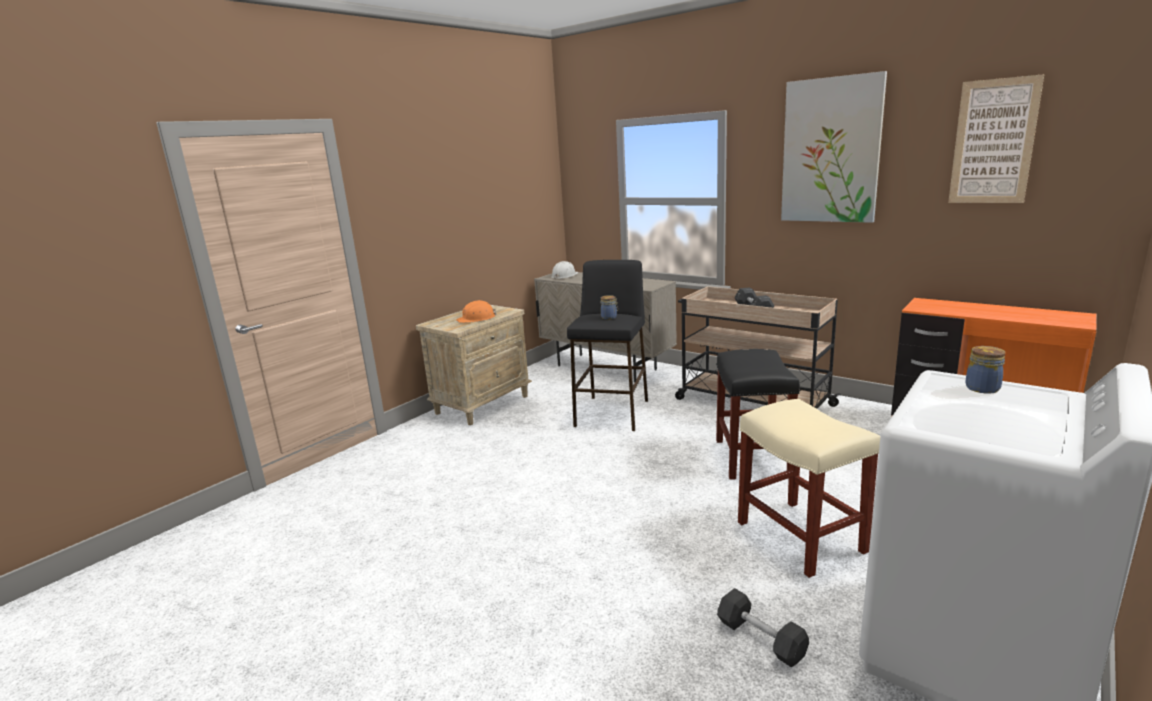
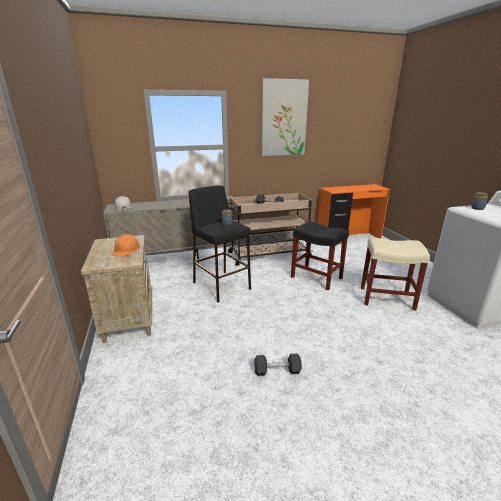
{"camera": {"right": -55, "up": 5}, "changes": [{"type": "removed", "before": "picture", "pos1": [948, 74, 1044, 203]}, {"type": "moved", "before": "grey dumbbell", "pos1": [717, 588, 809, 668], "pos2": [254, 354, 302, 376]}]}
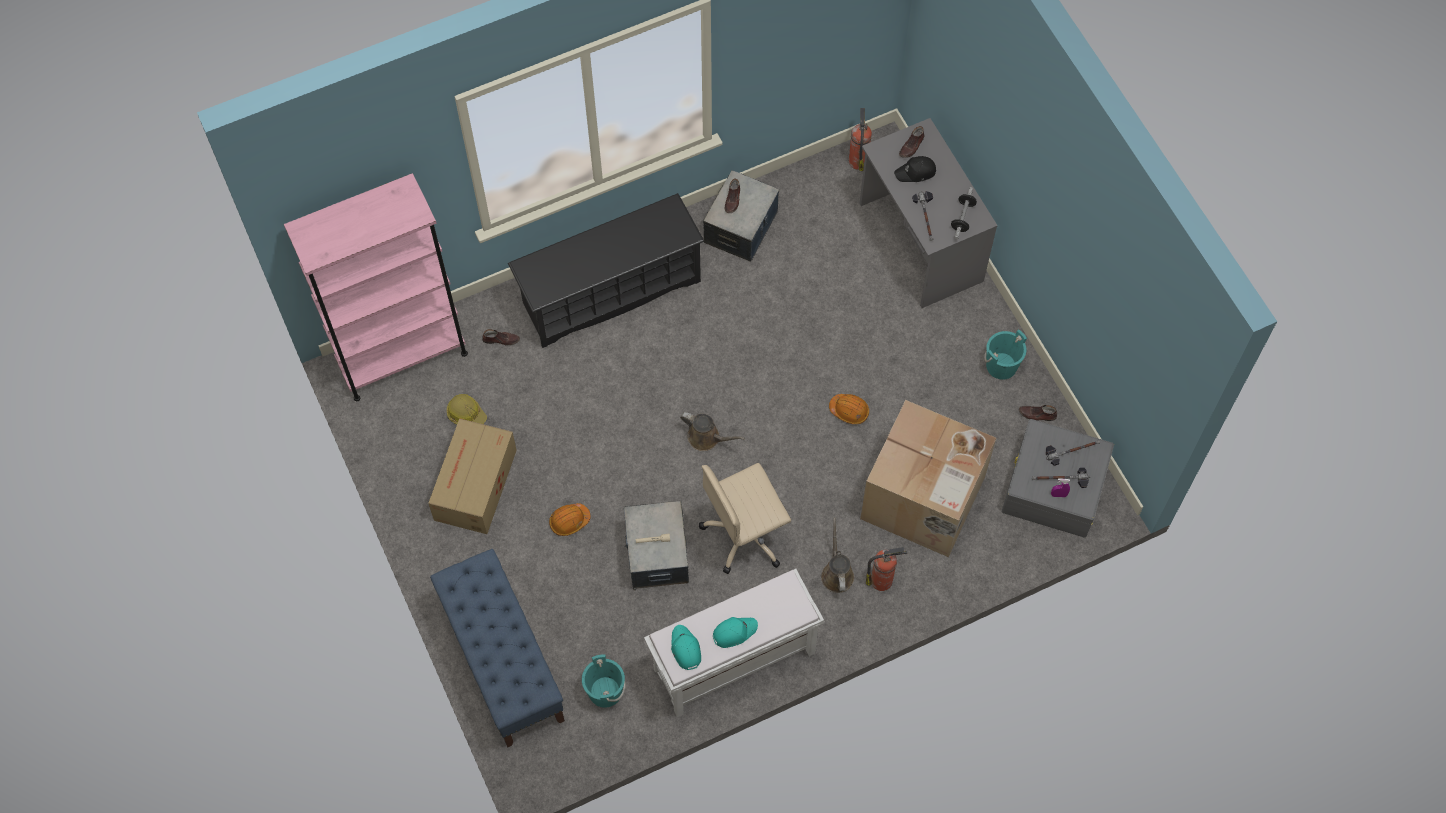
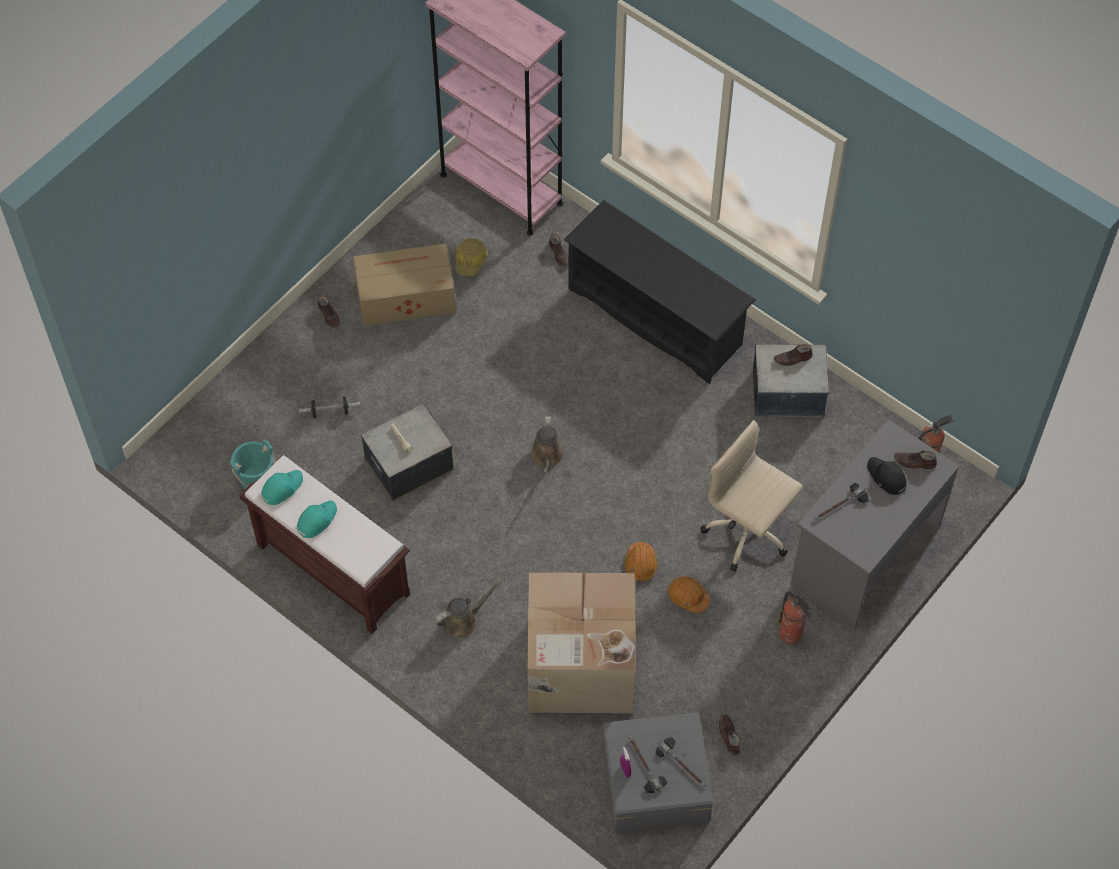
{"camera": {"right": 65, "up": -5}, "changes": [{"type": "removed", "before": "blue bench", "pos1": [430, 549, 565, 748]}, {"type": "removed", "before": "turquoise bucket", "pos1": [984, 329, 1027, 380]}, {"type": "added", "after": "brown shoe", "pos2": [318, 295, 340, 328]}, {"type": "moved", "before": "orange hard hat", "pos1": [549, 503, 591, 536], "pos2": [668, 576, 710, 613]}, {"type": "moved", "before": "beige office chair", "pos1": [699, 463, 791, 574], "pos2": [701, 420, 803, 571]}, {"type": "moved", "before": "fire extinguisher", "pos1": [866, 547, 908, 591], "pos2": [777, 591, 811, 644]}, {"type": "moved", "before": "dumbbell", "pos1": [951, 187, 977, 239], "pos2": [299, 396, 360, 419]}, {"type": "recoloured", "before": "white bench", "after": "brown bench", "pos1": [644, 569, 824, 717], "pos2": [239, 455, 410, 634]}, {"type": "turned", "before": "turquoise cap", "pos1": [713, 617, 758, 648], "pos2": [297, 501, 337, 538], "turn": -90}]}
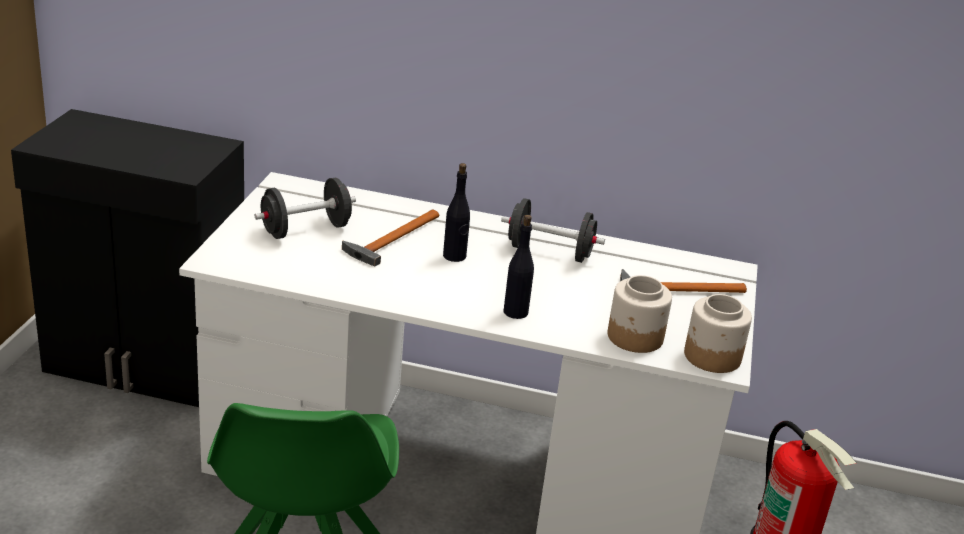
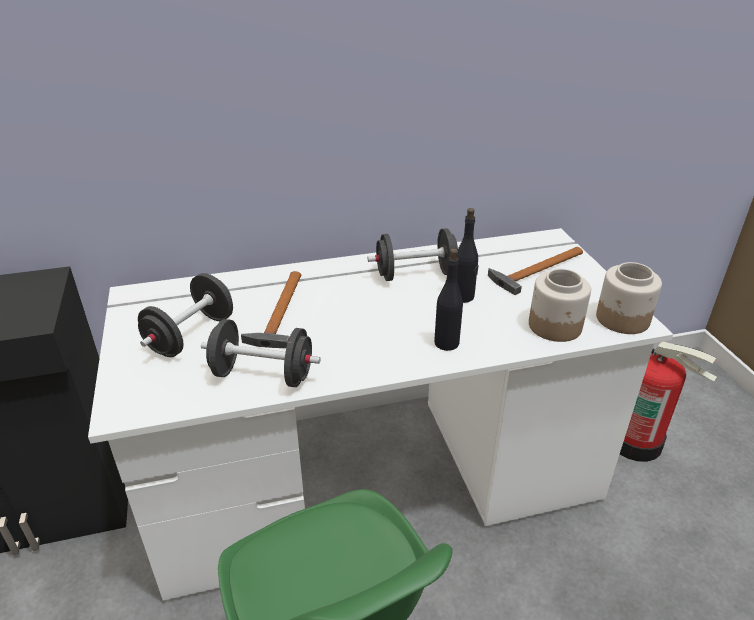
{"camera": {"right": -25, "up": 5}, "changes": [{"type": "added", "after": "black dumbbell", "pos2": [201, 319, 321, 387]}, {"type": "moved", "before": "black bottle", "pos1": [443, 163, 470, 262], "pos2": [457, 208, 478, 303]}]}
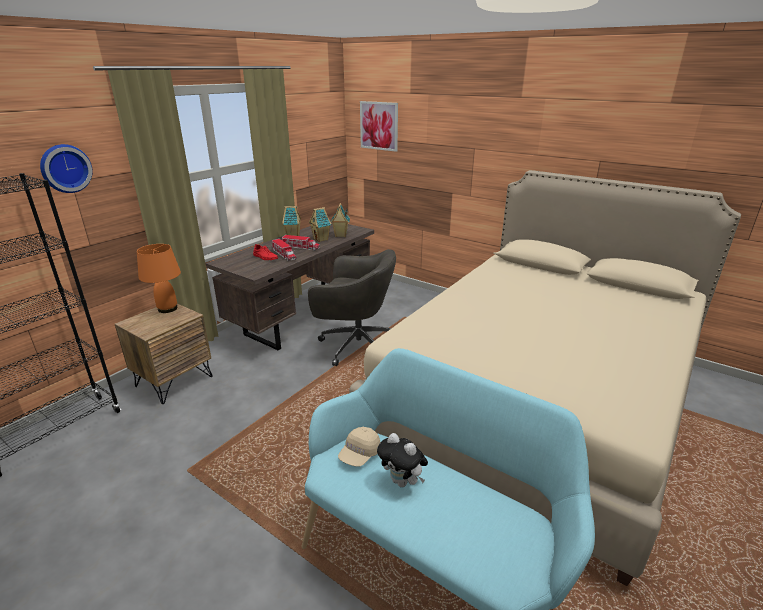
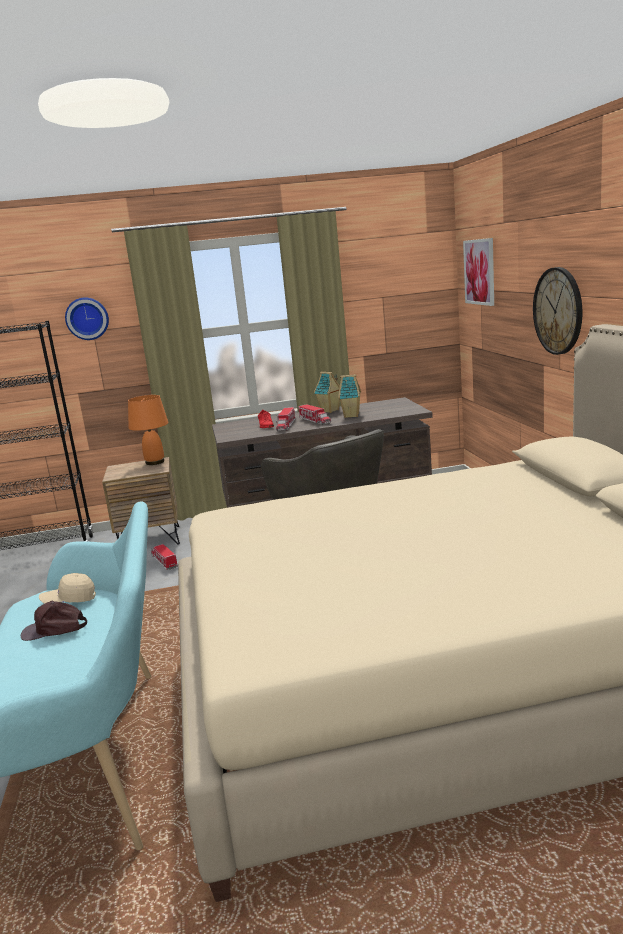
{"camera": {"right": 45, "up": -10}, "changes": [{"type": "removed", "before": "toy house", "pos1": [331, 203, 350, 237]}, {"type": "added", "after": "toy truck", "pos2": [151, 544, 178, 570]}, {"type": "added", "after": "wall clock", "pos2": [533, 267, 582, 355]}, {"type": "replaced", "before": "plush toy", "after": "brown cap", "pos1": [377, 433, 428, 487], "pos2": [21, 601, 87, 641]}]}
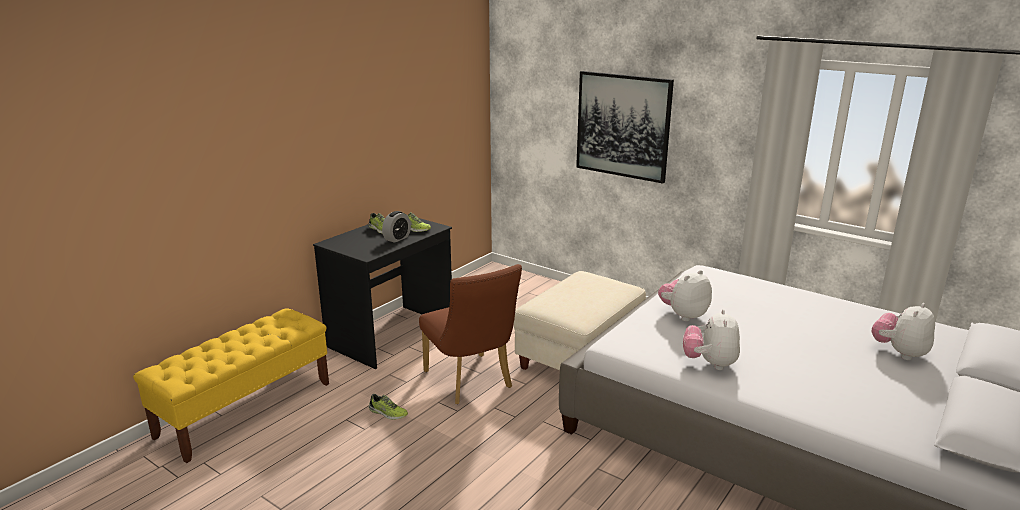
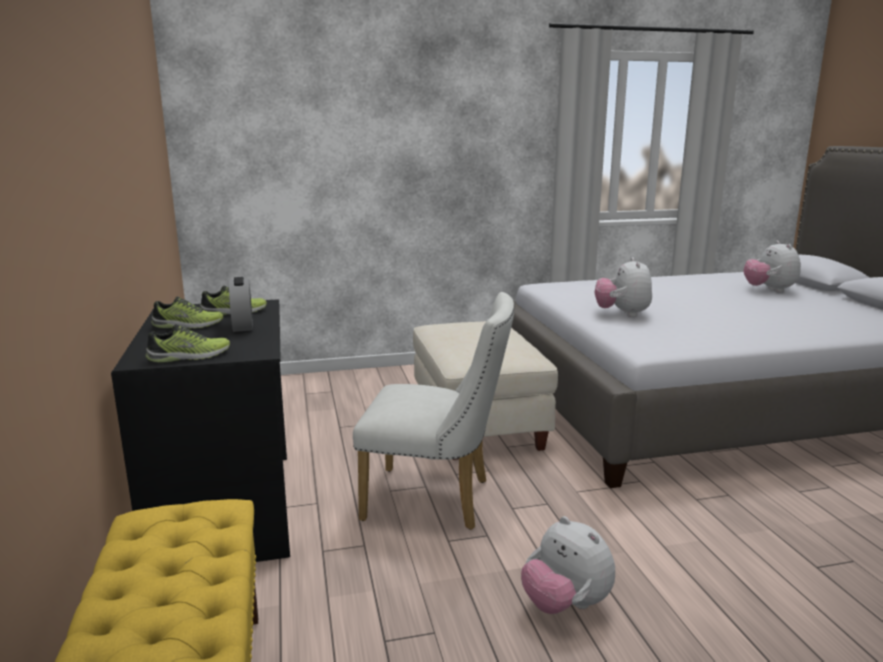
{"camera": {"right": -50, "up": -5}, "changes": [{"type": "removed", "before": "picture", "pos1": [576, 71, 674, 183]}, {"type": "moved", "before": "shoe", "pos1": [369, 394, 408, 420], "pos2": [146, 324, 230, 363]}, {"type": "moved", "before": "plush toy", "pos1": [683, 309, 740, 370], "pos2": [521, 516, 615, 614]}, {"type": "recoloured", "before": "brown chair", "after": "white chair", "pos1": [419, 264, 522, 404], "pos2": [353, 292, 514, 530]}]}
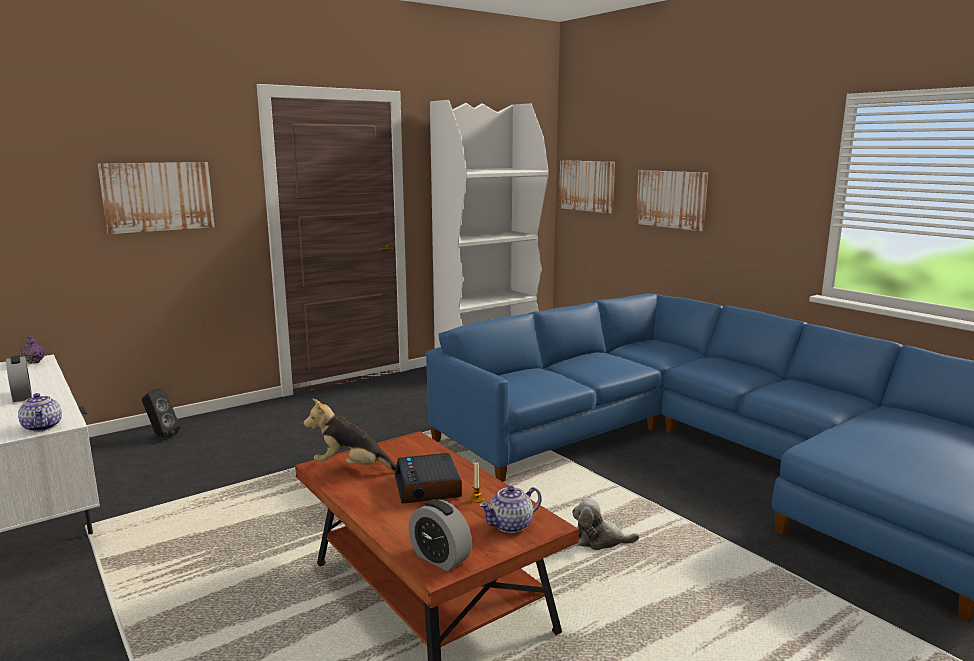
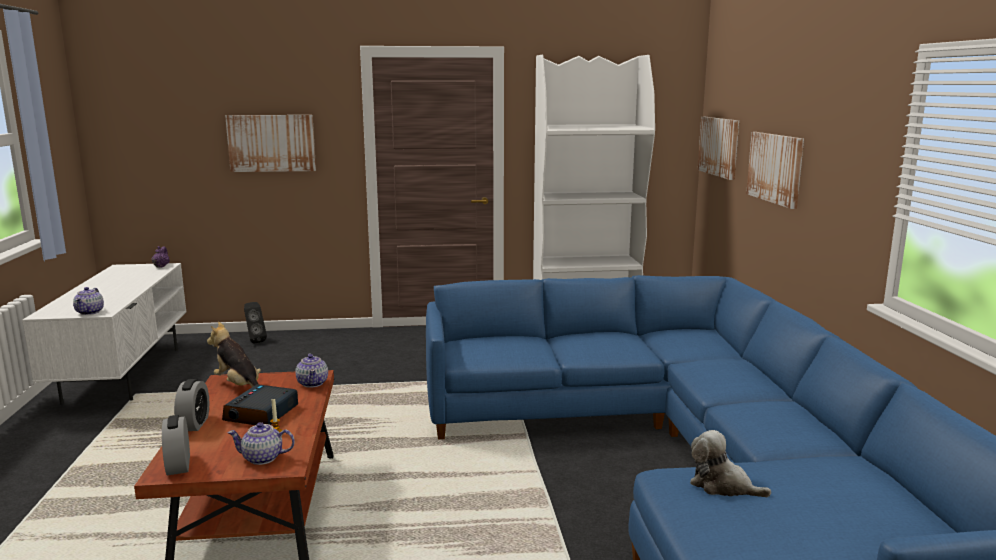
{"camera": {"right": 30, "up": 0}, "changes": [{"type": "added", "after": "teapot", "pos2": [295, 354, 328, 388]}, {"type": "moved", "before": "alarm clock", "pos1": [6, 355, 32, 402], "pos2": [174, 379, 209, 431]}, {"type": "moved", "before": "plush toy", "pos1": [572, 498, 639, 550], "pos2": [690, 430, 771, 497]}]}
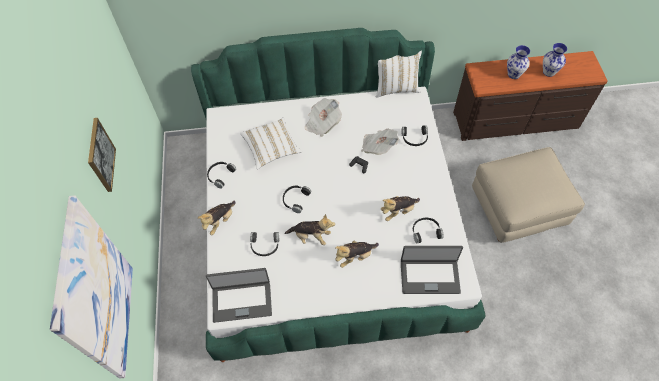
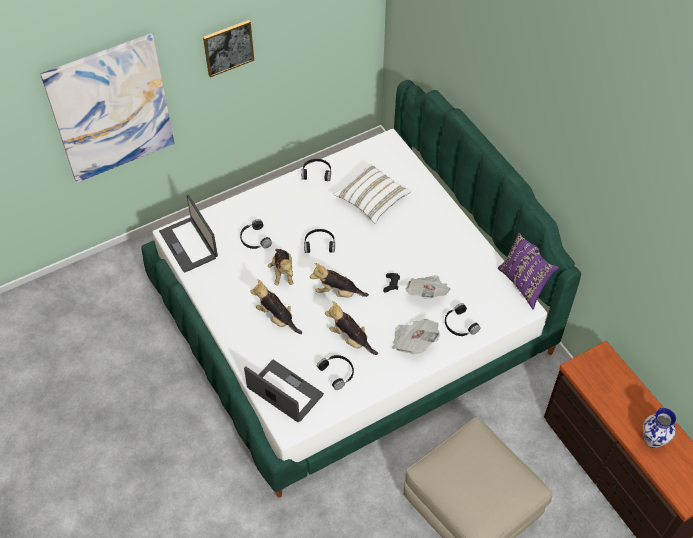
{"camera": {"right": 65, "up": -5}, "changes": [{"type": "removed", "before": "vase", "pos1": [507, 45, 530, 79]}, {"type": "moved", "before": "plush toy", "pos1": [198, 201, 236, 235], "pos2": [310, 263, 369, 298]}, {"type": "moved", "before": "newspaper", "pos1": [305, 98, 342, 137], "pos2": [392, 319, 440, 354]}, {"type": "recoloured", "before": "white pillow", "after": "purple pillow", "pos1": [376, 51, 422, 98], "pos2": [498, 233, 559, 309]}, {"type": "turned", "before": "laptop", "pos1": [401, 246, 463, 294], "pos2": [244, 360, 324, 422], "turn": 150}]}
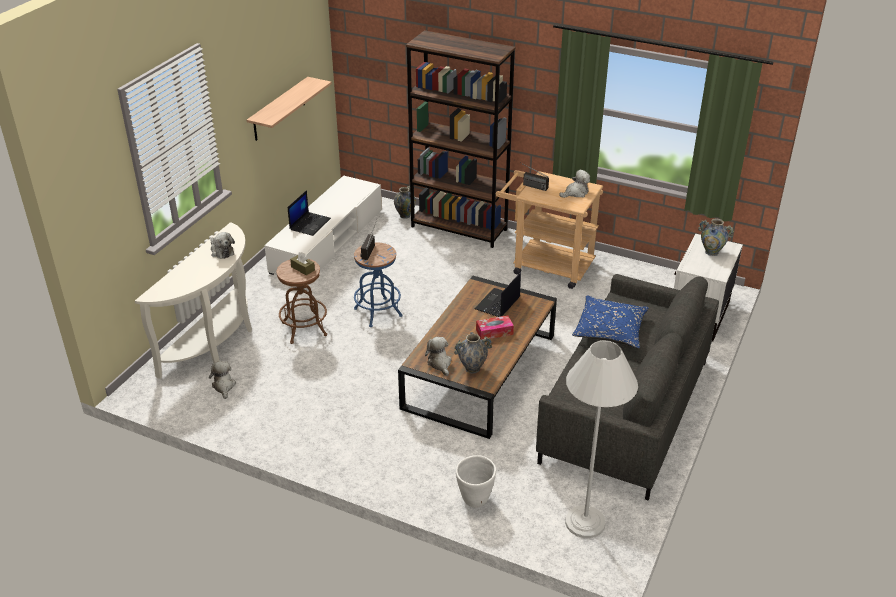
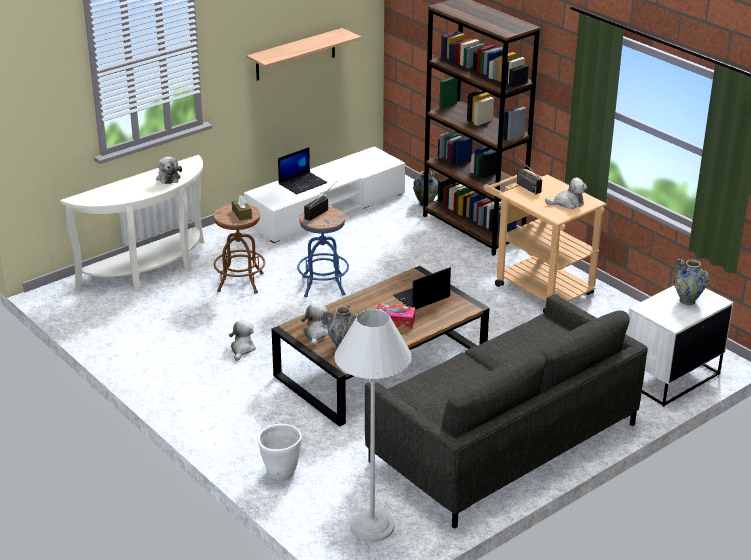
{"camera": {"right": 25, "up": -5}, "changes": [{"type": "removed", "before": "blue pillow", "pos1": [572, 295, 649, 349]}, {"type": "moved", "before": "plush toy", "pos1": [209, 361, 236, 399], "pos2": [229, 321, 256, 361]}]}
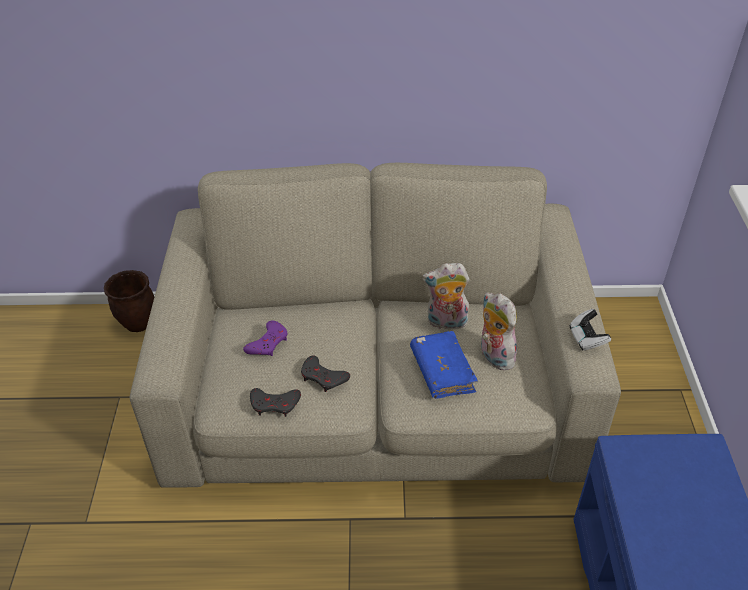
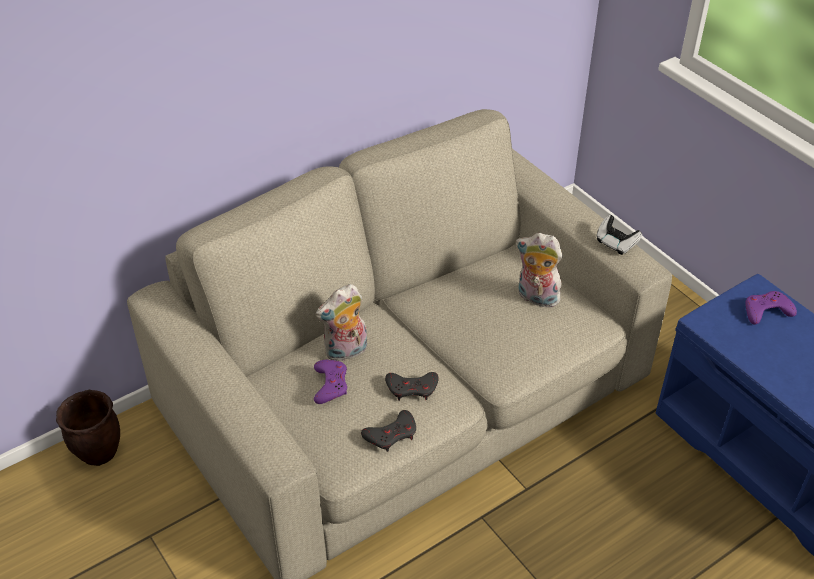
{"camera": {"right": -35, "up": 0}, "changes": [{"type": "removed", "before": "blue book", "pos1": [410, 331, 478, 399]}, {"type": "added", "after": "purple game controller", "pos2": [745, 291, 797, 324]}, {"type": "moved", "before": "plush toy", "pos1": [422, 263, 470, 329], "pos2": [316, 284, 367, 361]}]}
